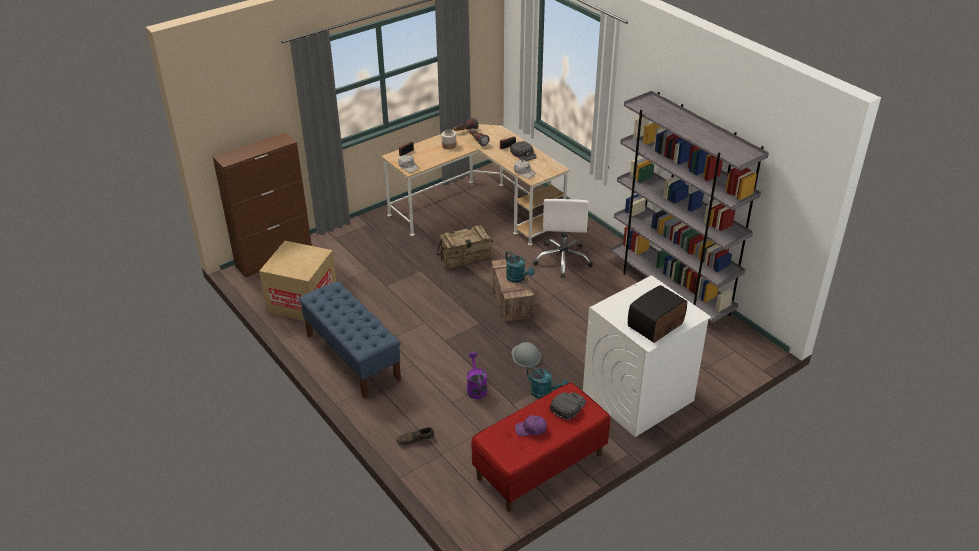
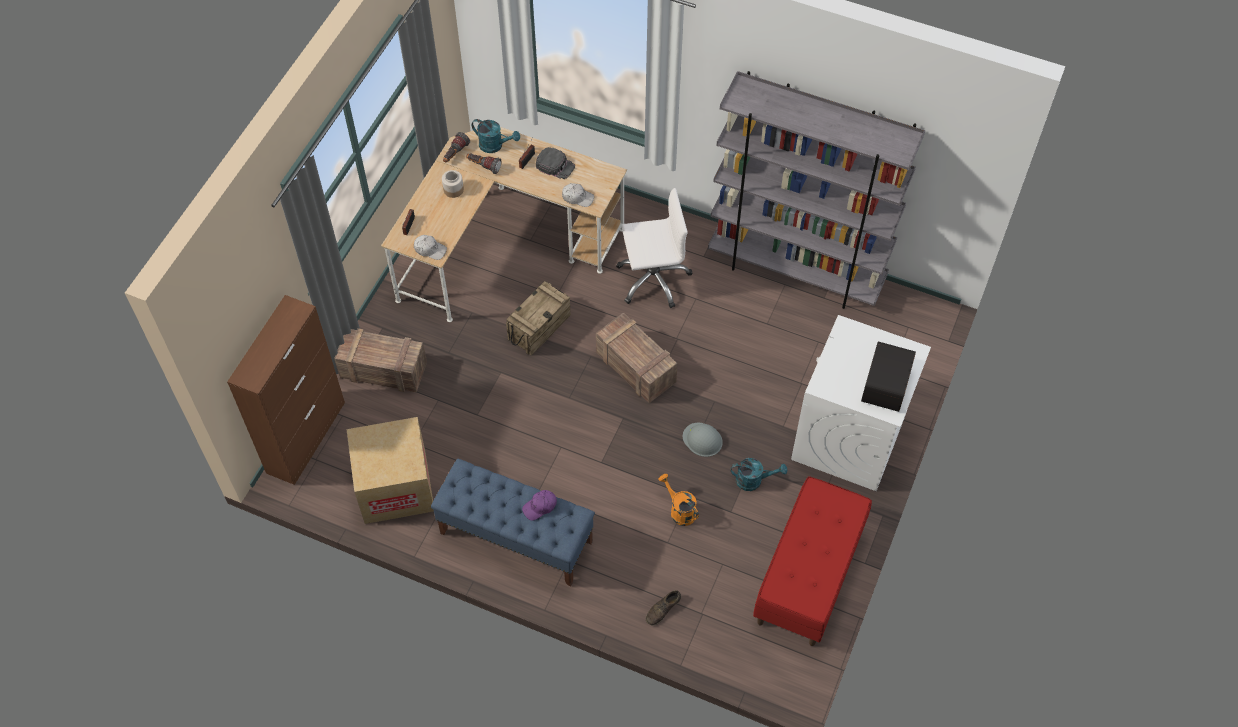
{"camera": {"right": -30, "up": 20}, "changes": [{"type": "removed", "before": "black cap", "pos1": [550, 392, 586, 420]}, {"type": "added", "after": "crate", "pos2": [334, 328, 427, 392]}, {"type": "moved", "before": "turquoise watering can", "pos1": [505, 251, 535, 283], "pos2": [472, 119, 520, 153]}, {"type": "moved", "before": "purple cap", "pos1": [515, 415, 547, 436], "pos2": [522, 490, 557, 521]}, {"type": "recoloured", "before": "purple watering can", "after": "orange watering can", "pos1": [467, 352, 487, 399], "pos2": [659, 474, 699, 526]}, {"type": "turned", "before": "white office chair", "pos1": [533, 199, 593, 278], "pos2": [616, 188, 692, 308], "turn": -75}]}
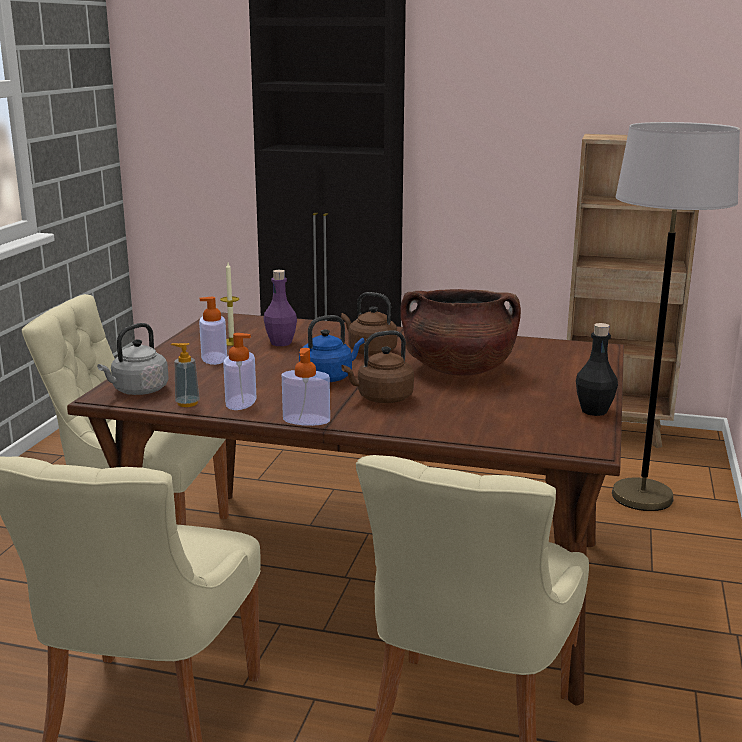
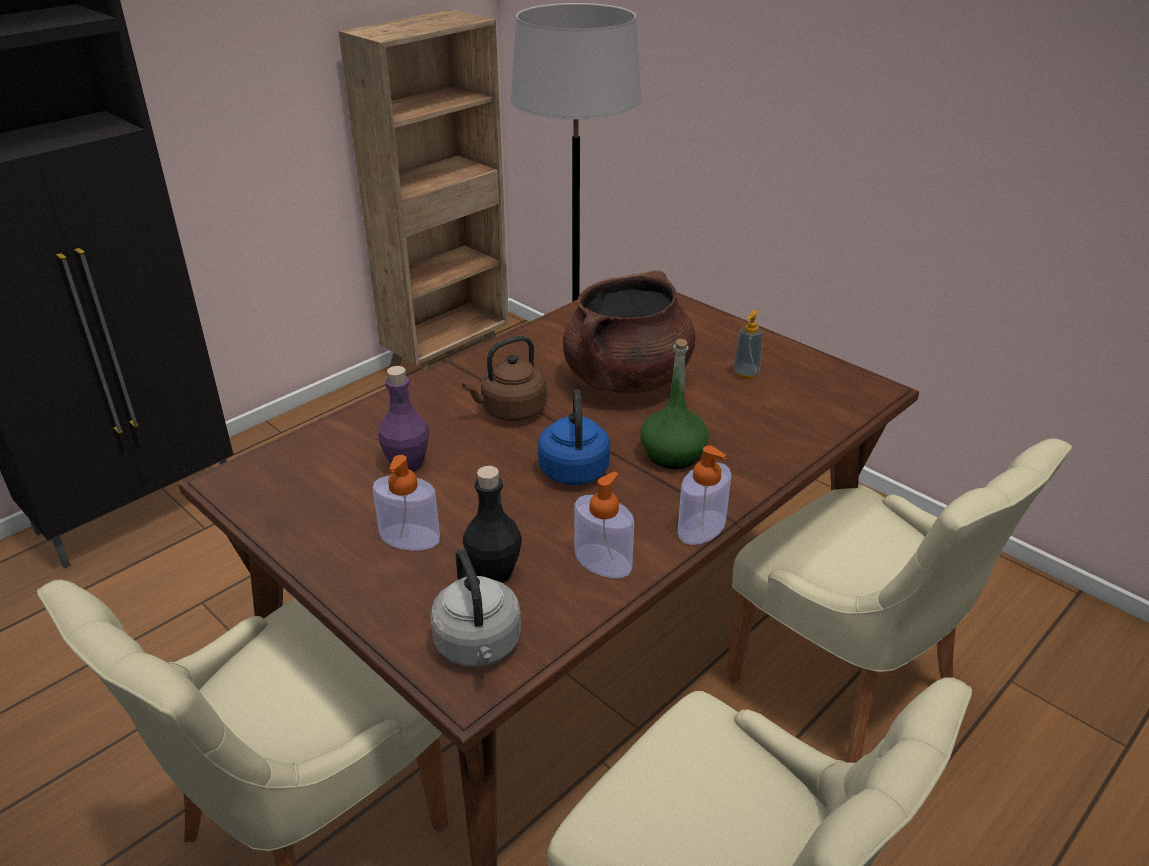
{"camera": {"right": -60, "up": 15}, "changes": [{"type": "removed", "before": "candle", "pos1": [220, 263, 239, 346]}, {"type": "moved", "before": "soap dispenser", "pos1": [171, 343, 200, 407], "pos2": [733, 310, 763, 379]}, {"type": "moved", "before": "black bottle", "pos1": [576, 323, 618, 416], "pos2": [463, 466, 522, 583]}, {"type": "replaced", "before": "brown kettle", "after": "green bottle", "pos1": [341, 331, 414, 403], "pos2": [641, 339, 709, 469]}]}
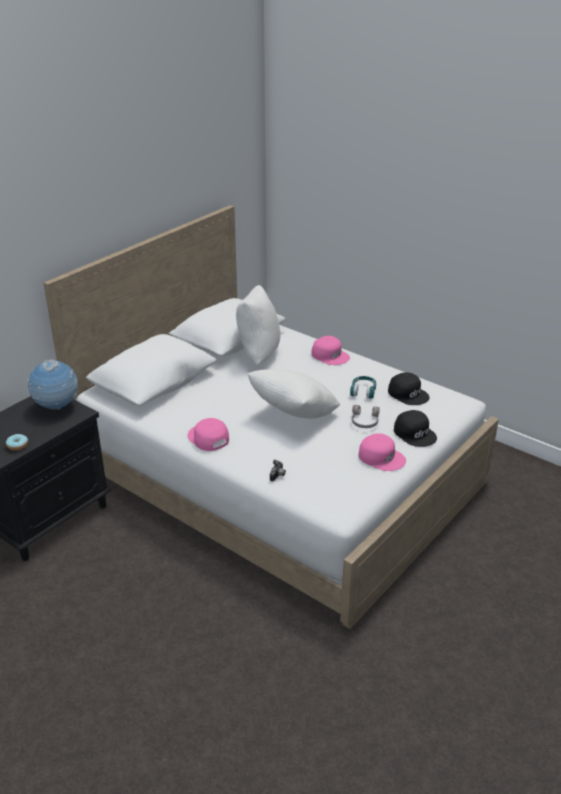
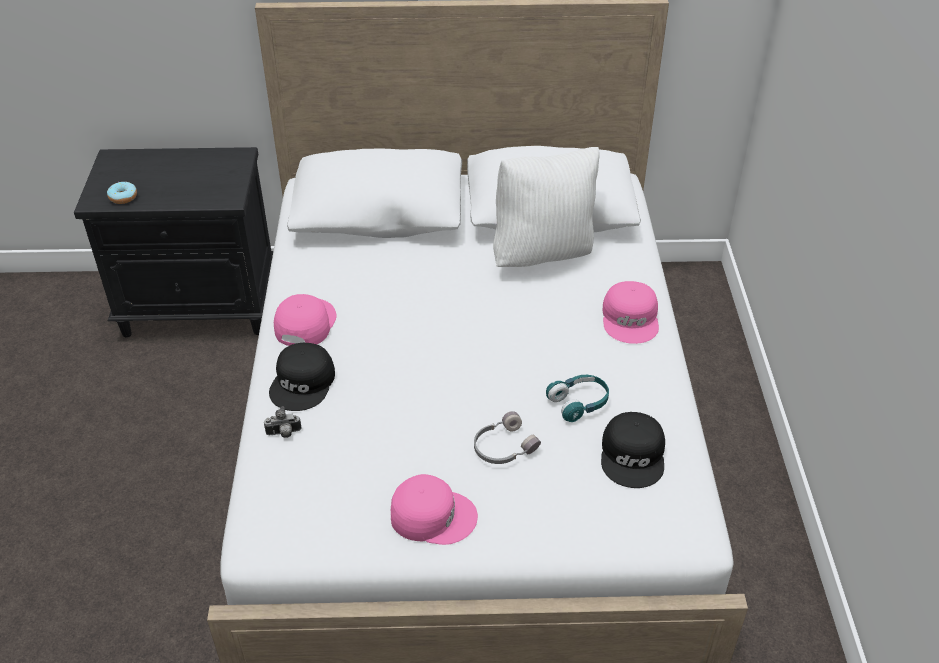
{"camera": {"right": 50, "up": 10}, "changes": [{"type": "removed", "before": "globe", "pos1": [28, 359, 78, 410]}, {"type": "removed", "before": "white pillow", "pos1": [247, 369, 340, 419]}, {"type": "moved", "before": "black cap", "pos1": [394, 410, 437, 447], "pos2": [269, 343, 335, 411]}, {"type": "turned", "before": "pink cap", "pos1": [358, 434, 406, 471], "pos2": [391, 474, 478, 545], "turn": -75}]}
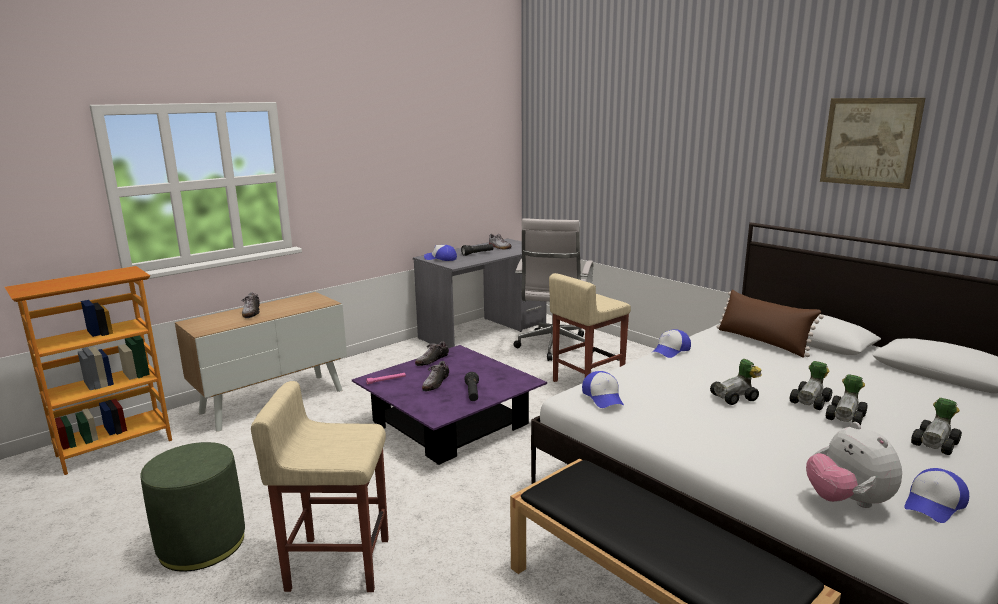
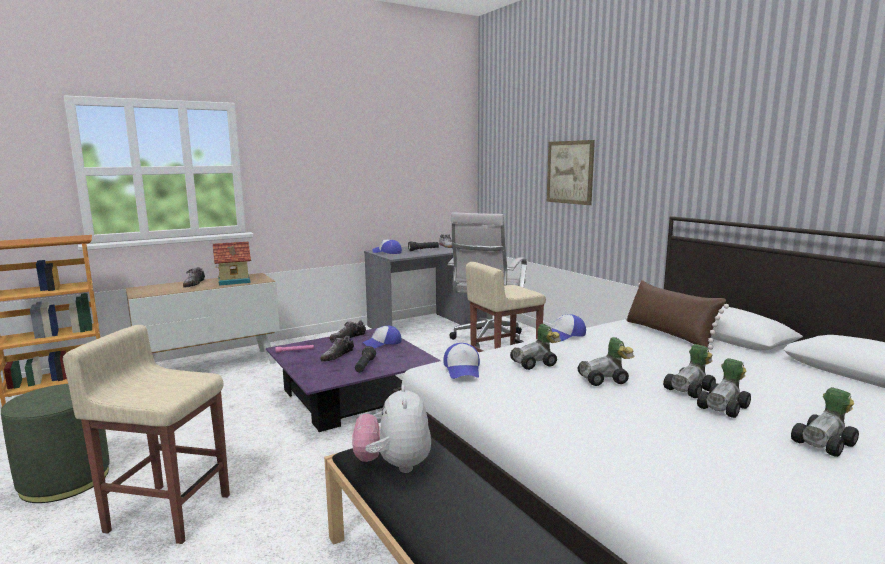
{"camera": {"right": 10, "up": -5}, "changes": [{"type": "added", "after": "toy house", "pos2": [213, 242, 251, 286]}, {"type": "added", "after": "toy car", "pos2": [510, 324, 561, 370]}, {"type": "moved", "before": "plush toy", "pos1": [806, 422, 902, 508], "pos2": [352, 385, 431, 473]}, {"type": "moved", "before": "picture", "pos1": [820, 98, 925, 189], "pos2": [547, 140, 595, 205]}, {"type": "moved", "before": "cap", "pos1": [904, 468, 969, 523], "pos2": [362, 326, 401, 348]}]}
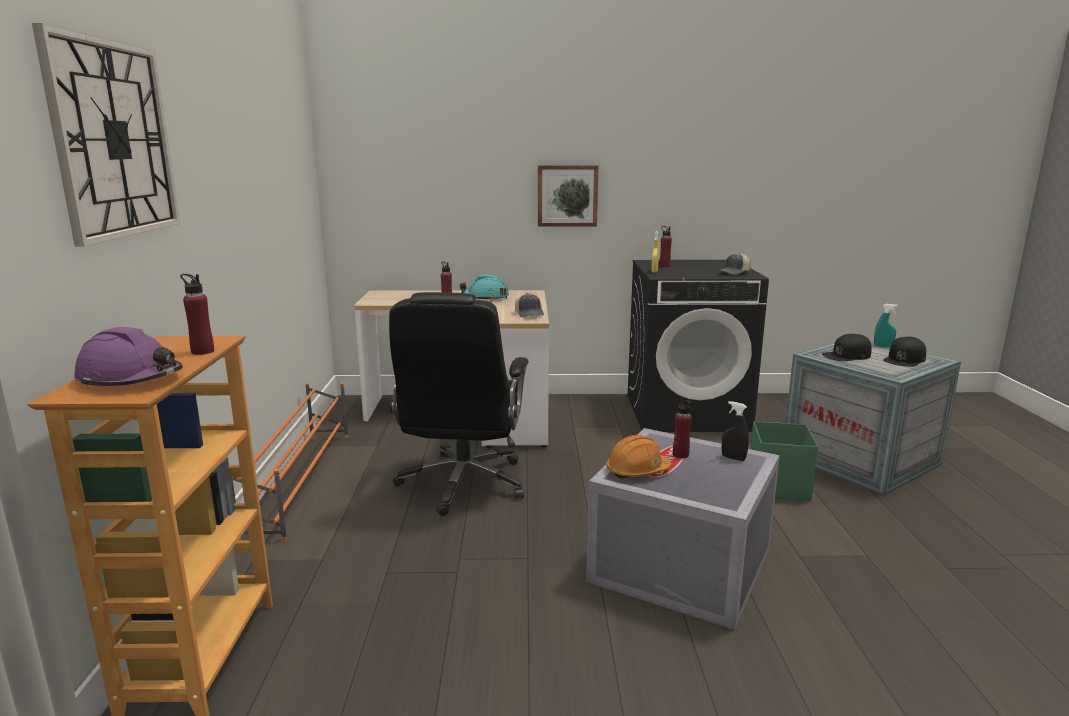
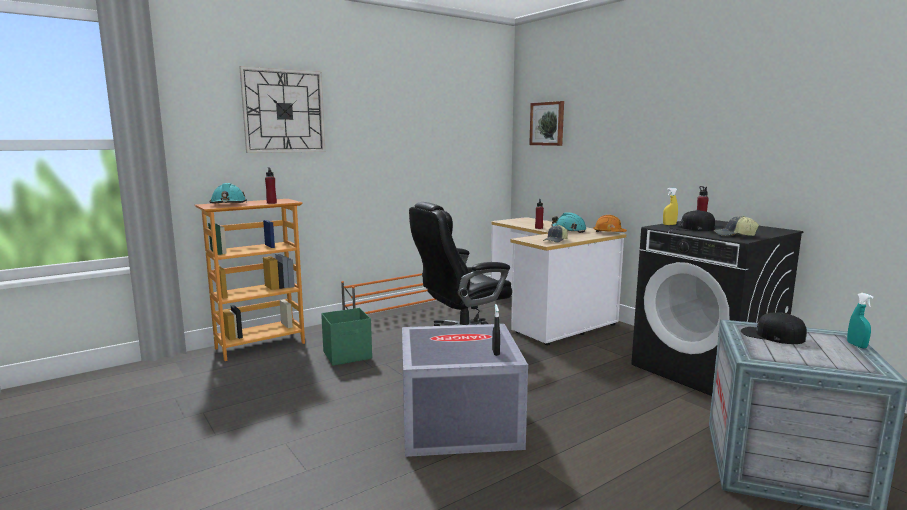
{"camera": {"right": 55, "up": -5}, "changes": [{"type": "removed", "before": "red bottle", "pos1": [673, 398, 692, 458]}, {"type": "moved", "before": "picture", "pos1": [538, 165, 599, 227], "pos2": [529, 101, 564, 146]}, {"type": "moved", "before": "orange hard hat", "pos1": [606, 435, 671, 478], "pos2": [593, 215, 627, 232]}, {"type": "moved", "before": "green storage box", "pos1": [751, 421, 819, 501], "pos2": [321, 308, 372, 366]}, {"type": "moved", "before": "black cap", "pos1": [883, 337, 926, 367], "pos2": [669, 210, 715, 231]}, {"type": "recoloured", "before": "purple hard hat", "after": "turquoise hard hat", "pos1": [74, 327, 183, 389], "pos2": [210, 183, 247, 204]}]}
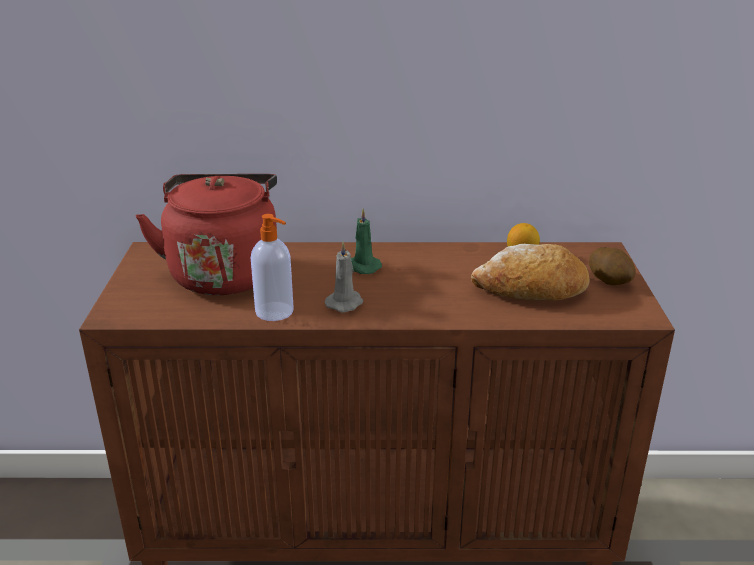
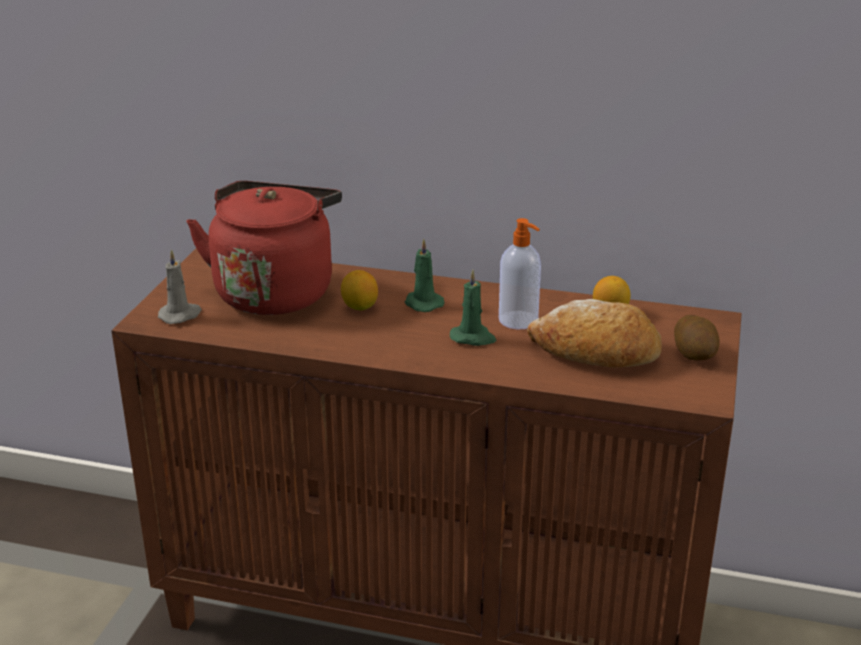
{"camera": {"right": 15, "up": 0}, "changes": [{"type": "added", "after": "lemon", "pos2": [341, 270, 378, 311]}, {"type": "added", "after": "green candle", "pos2": [450, 270, 497, 346]}, {"type": "moved", "before": "soap dispenser", "pos1": [251, 214, 294, 321], "pos2": [499, 218, 541, 329]}, {"type": "moved", "before": "grey candle", "pos1": [324, 241, 363, 313], "pos2": [158, 249, 202, 324]}]}
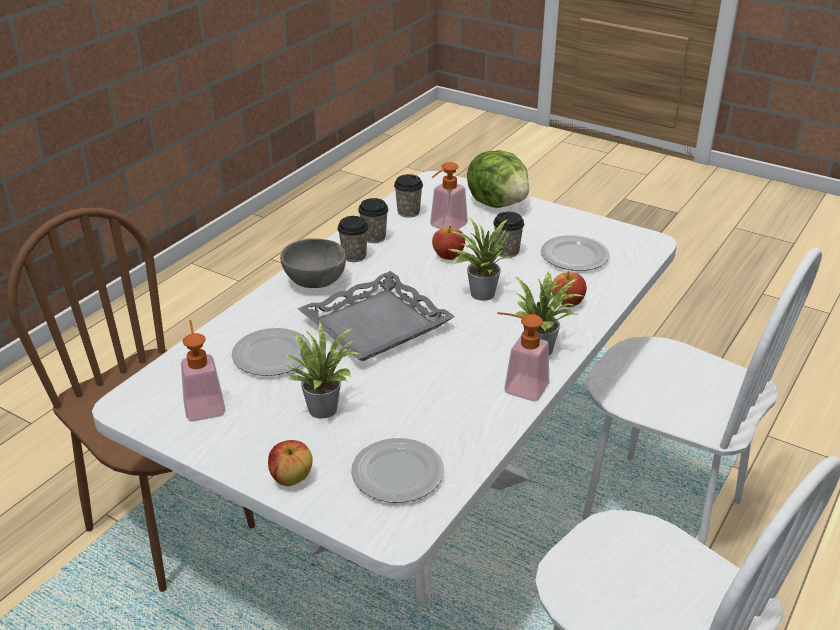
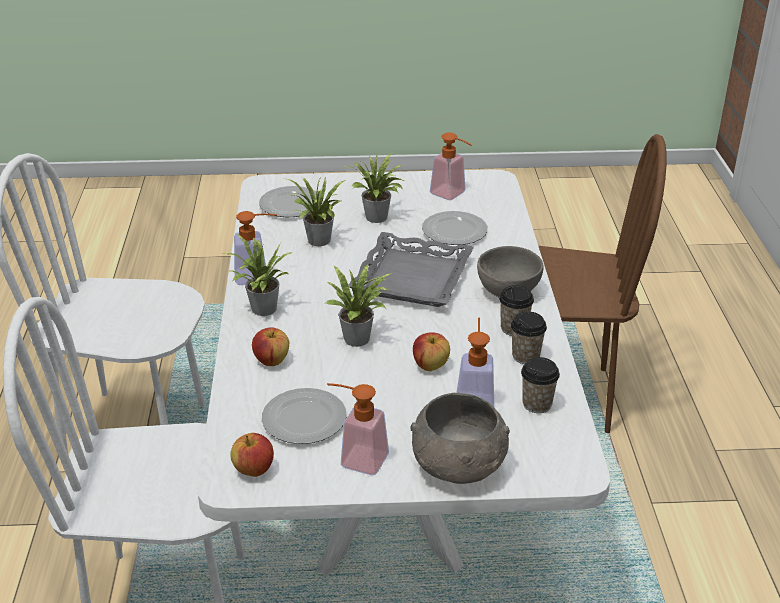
{"camera": {"right": 145, "up": 0}, "changes": [{"type": "removed", "before": "cup", "pos1": [493, 212, 524, 257]}, {"type": "added", "after": "potted plant", "pos2": [284, 177, 346, 246]}, {"type": "added", "after": "soap dispenser", "pos2": [327, 383, 389, 475]}, {"type": "moved", "before": "apple", "pos1": [268, 440, 313, 486], "pos2": [230, 433, 274, 477]}, {"type": "replaced", "before": "lettuce", "after": "grey bowl", "pos1": [467, 150, 529, 208], "pos2": [410, 393, 510, 484]}]}
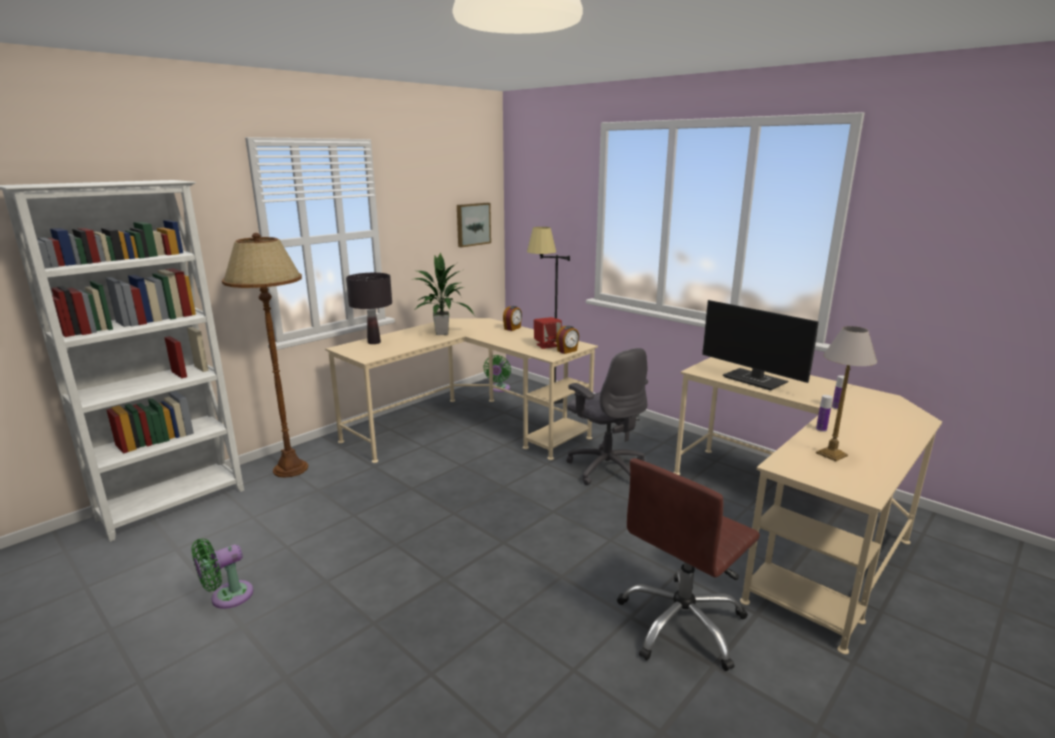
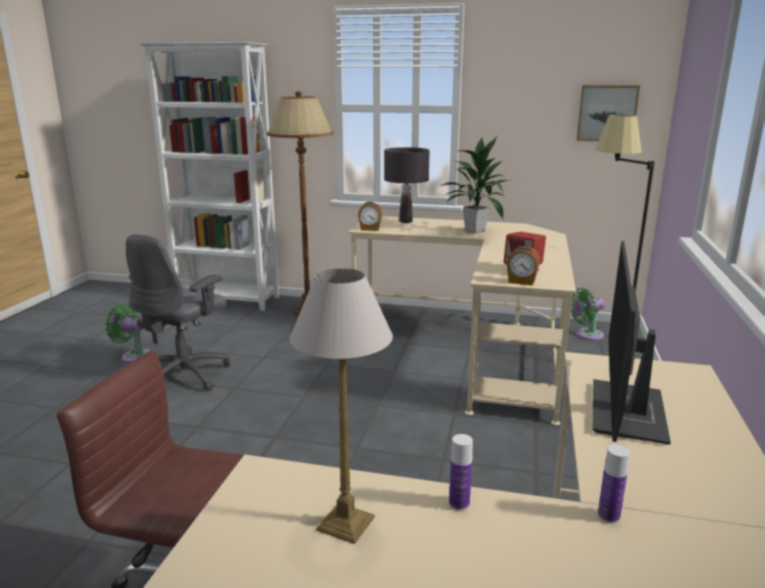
{"camera": {"right": 60, "up": 0}, "changes": [{"type": "moved", "before": "alarm clock", "pos1": [503, 306, 522, 331], "pos2": [358, 202, 382, 231]}, {"type": "moved", "before": "grey office chair", "pos1": [566, 348, 648, 485], "pos2": [126, 234, 230, 391]}]}
